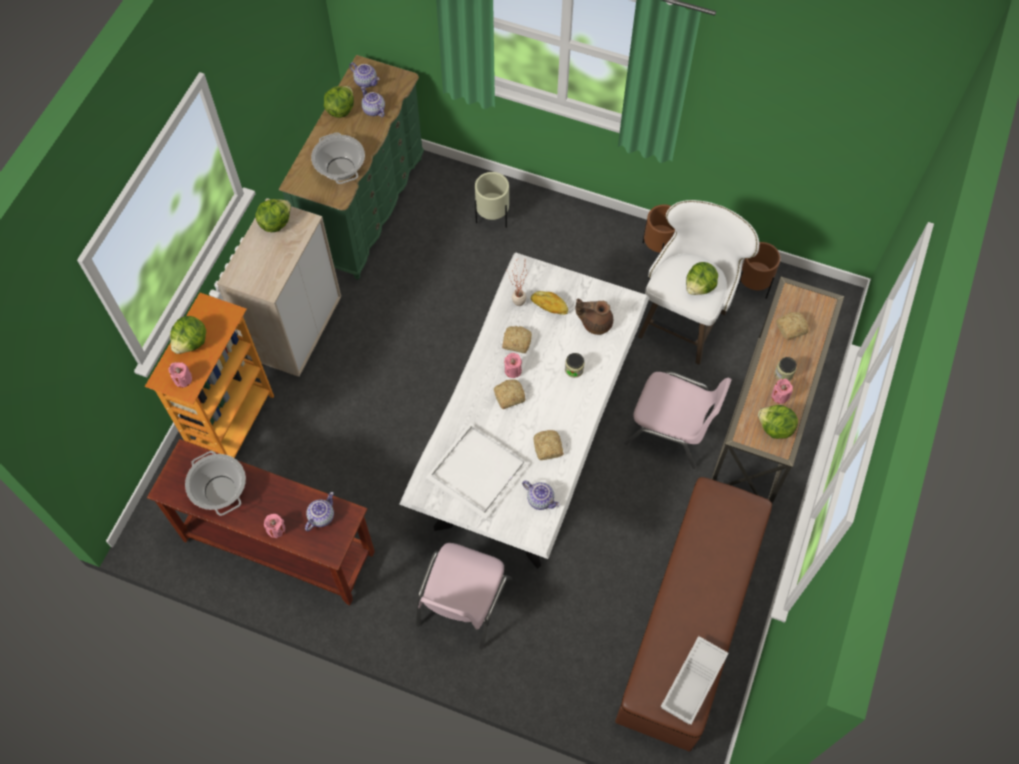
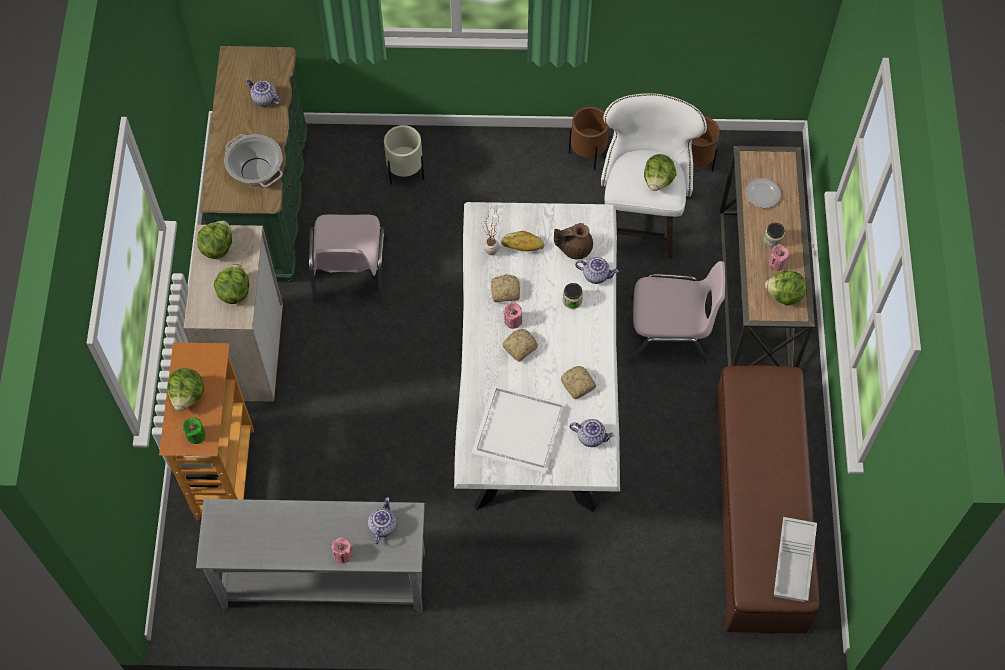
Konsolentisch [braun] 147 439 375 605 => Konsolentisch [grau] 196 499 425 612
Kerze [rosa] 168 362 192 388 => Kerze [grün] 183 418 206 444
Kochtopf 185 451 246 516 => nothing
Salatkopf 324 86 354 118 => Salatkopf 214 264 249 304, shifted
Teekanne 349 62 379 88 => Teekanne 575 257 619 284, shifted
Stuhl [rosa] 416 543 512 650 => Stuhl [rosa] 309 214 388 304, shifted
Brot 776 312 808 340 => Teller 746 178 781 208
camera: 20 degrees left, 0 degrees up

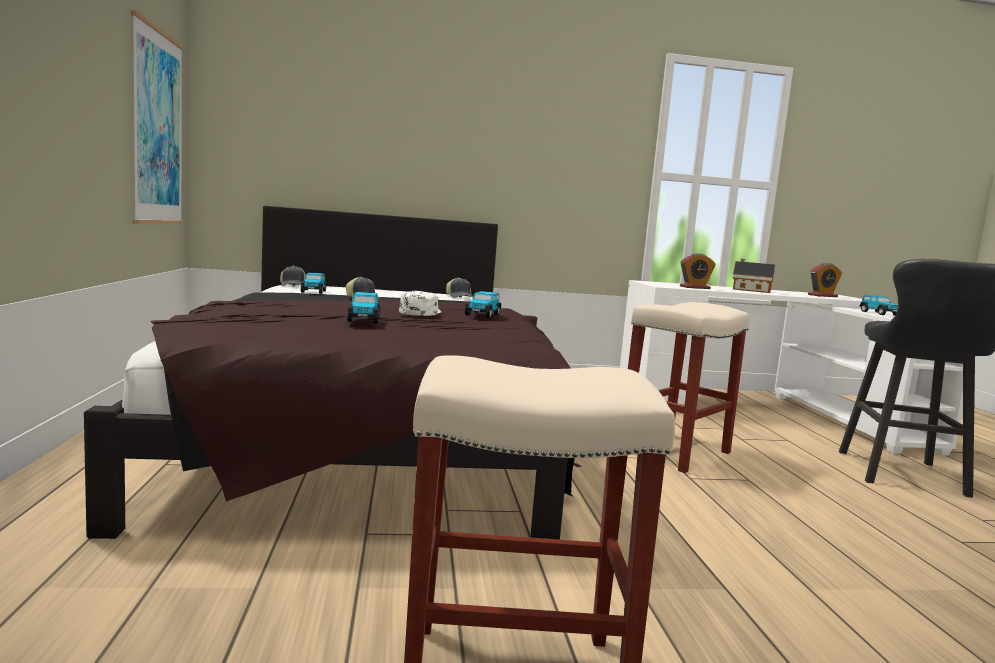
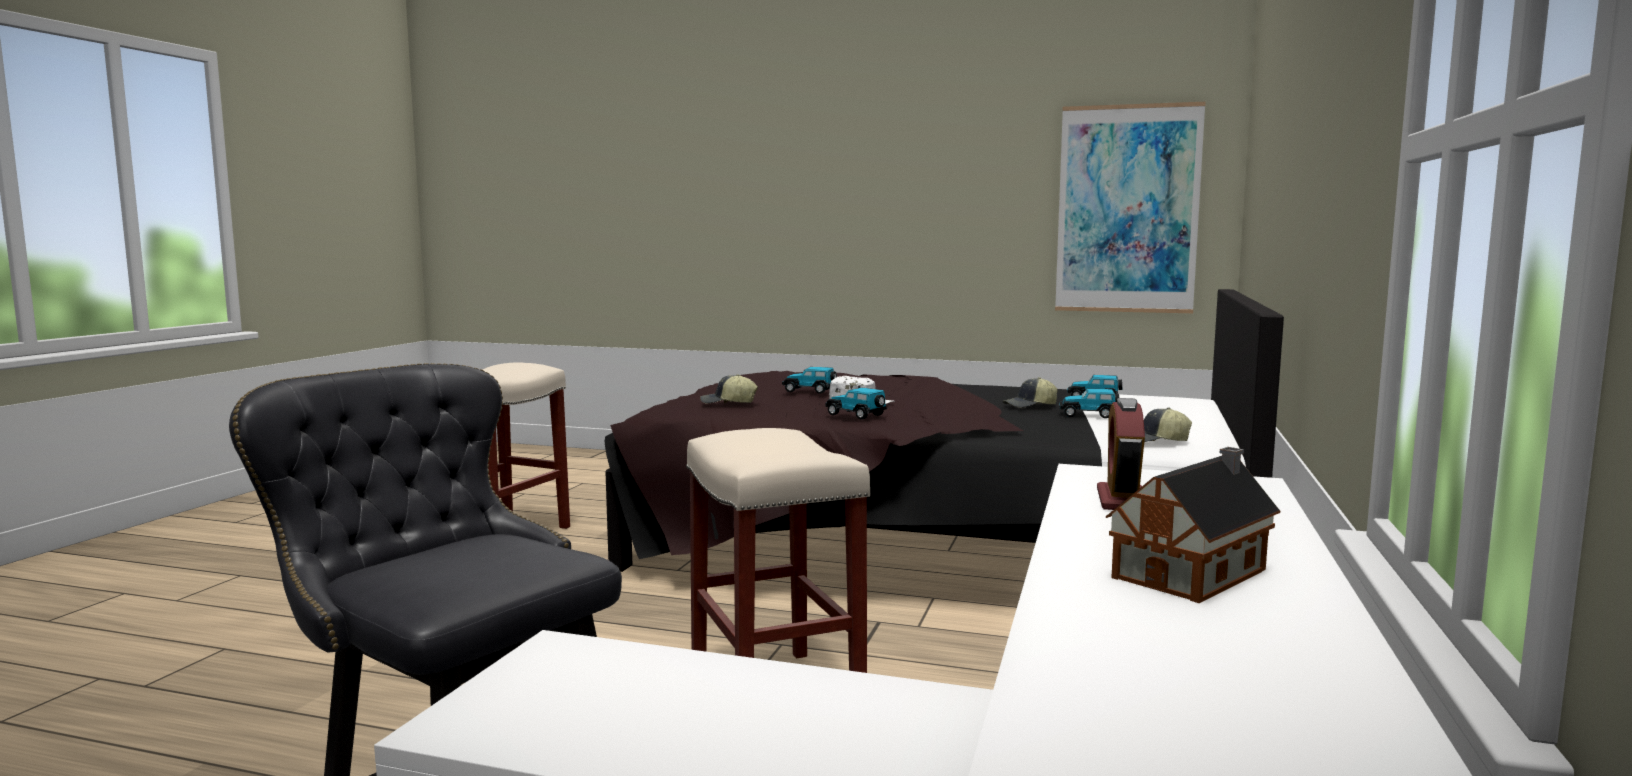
Kappe 280 266 305 286 => Kappe 700 374 758 404, shifted
Wecker 808 263 842 297 => nothing
Spielzeugauto 859 295 898 316 => Spielzeugauto 1059 389 1119 418, shifted
camera: 115 degrees right, 0 degrees up

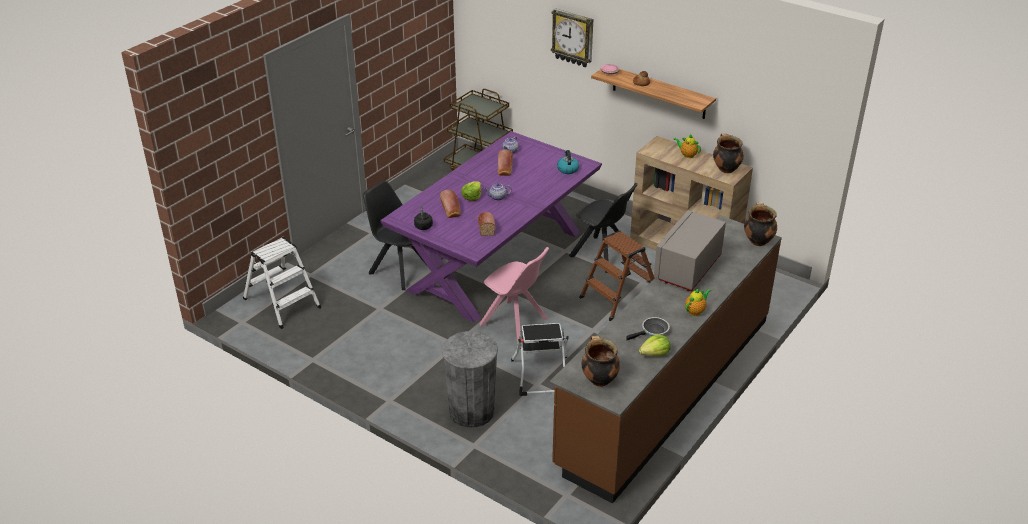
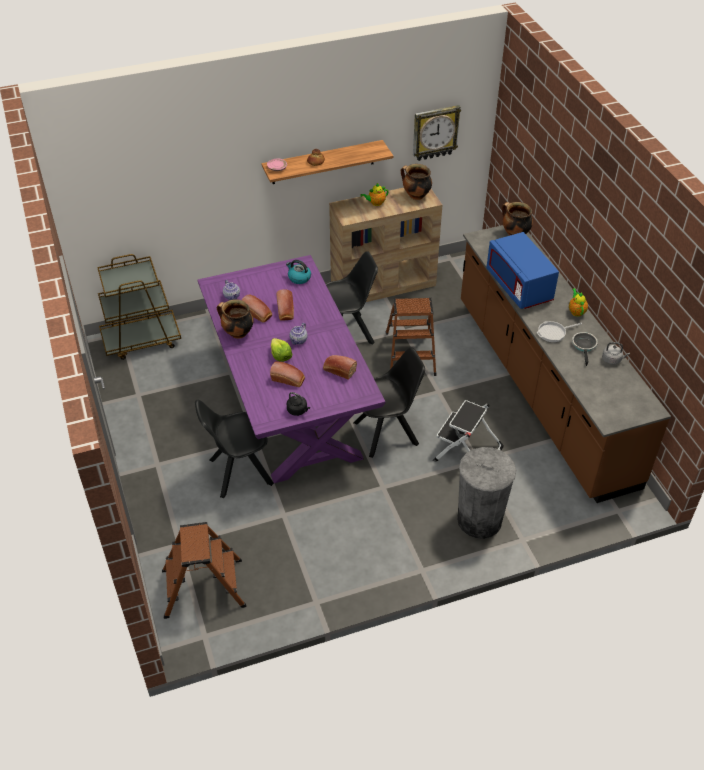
Trittleiter [weiß] 243 237 321 329 => Trittleiter [braun] 162 522 247 619
Stuhl [rosa] 479 247 549 344 => Stuhl [schwarz] 354 347 425 458
Wanduhr 551 8 593 67 => Wanduhr 413 105 461 161, shifted
Kochtopf 581 336 620 387 => Kochtopf 217 299 253 339, shifted
Salatkopf 639 334 671 357 => Wasserkessel [grau] 602 342 630 365
Mikrowelle [grau] 654 210 726 291 => Mikrowelle [blau] 486 232 559 309
nothing => Brot 277 289 294 321
nothing => Pfanne 537 321 582 342
camera: 55 degrees left, 10 degrees up

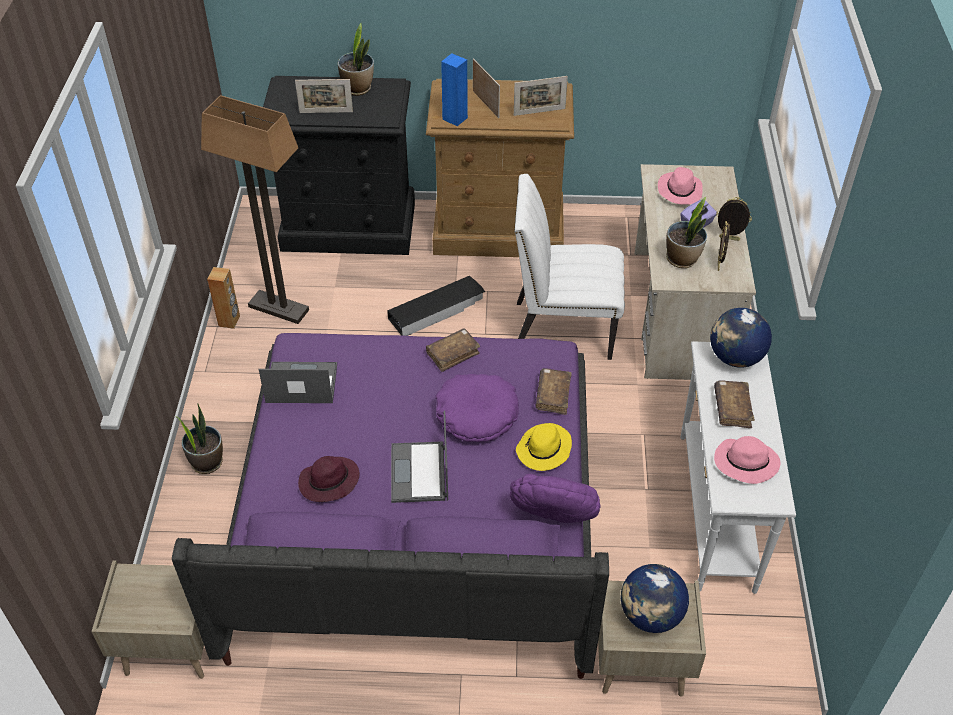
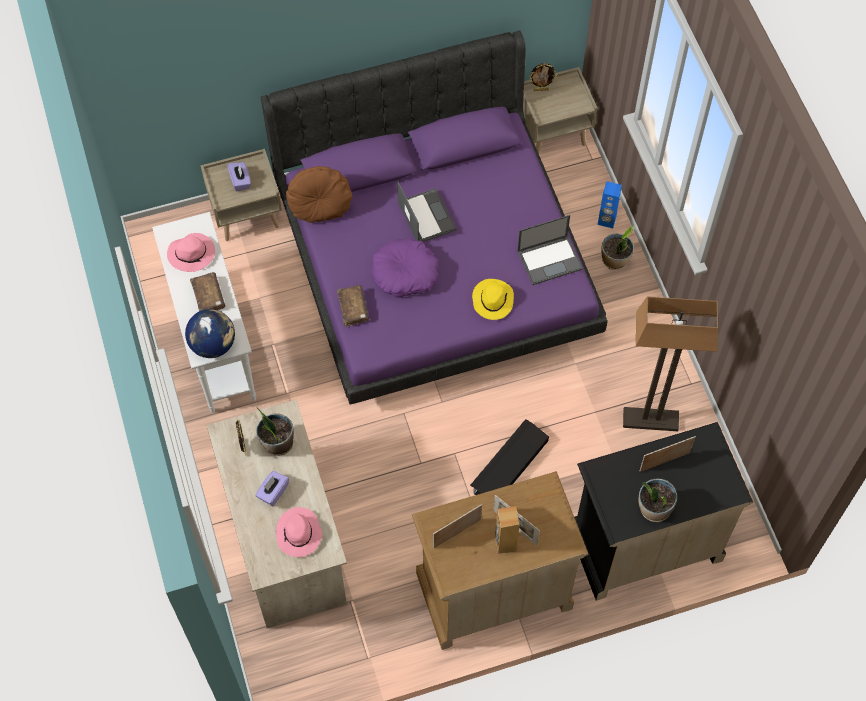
Lautsprecher [braun] 207 267 240 329 => Lautsprecher [braun] 495 506 520 554, shifted
Hut [lila] 298 456 360 502 => nothing
Buch [braun] 426 328 481 372 => nothing
Lautsprecher [blau] 441 53 468 126 => Lautsprecher [blau] 598 181 622 228, shifted
Kissen [lila] 510 474 601 523 => Kissen [braun] 286 166 353 223
Stuhl [weiß] 514 174 625 360 => nothing
Hut [gelb] 516 423 572 471 => Hut [gelb] 472 279 514 320, shifted
Globus 621 564 689 633 => Taschentuchbox [lila] 227 162 251 191
Bilderrahmen 716 197 752 241 => Bilderrahmen 529 63 557 91, shifted
camera: 160 degrees right, 15 degrees up

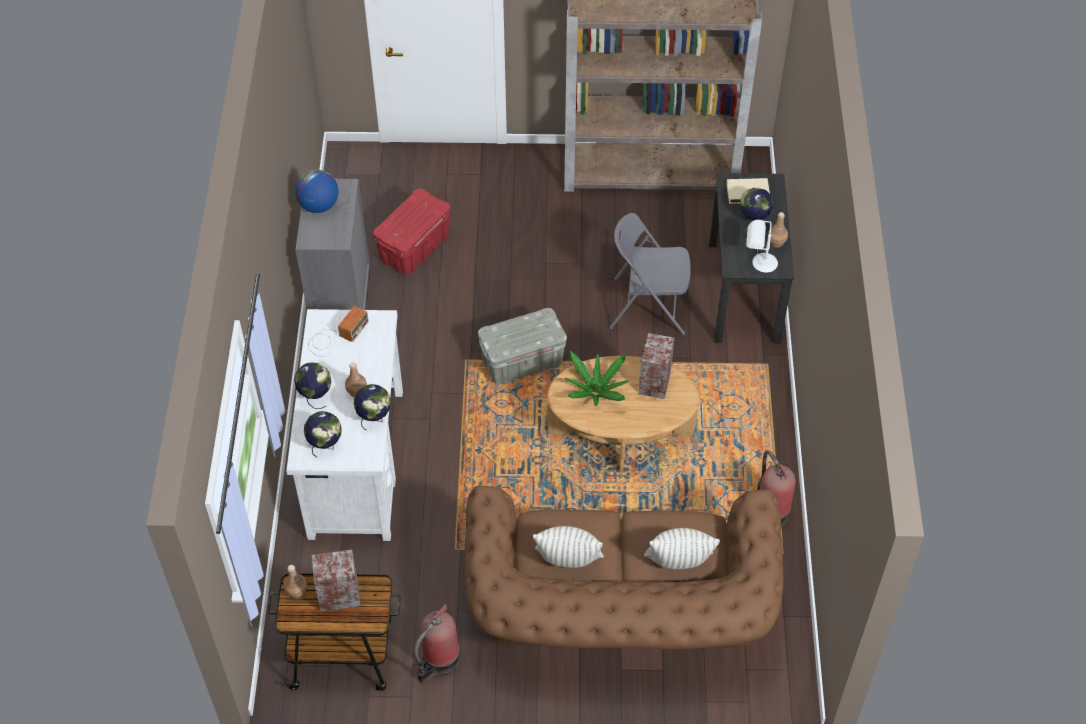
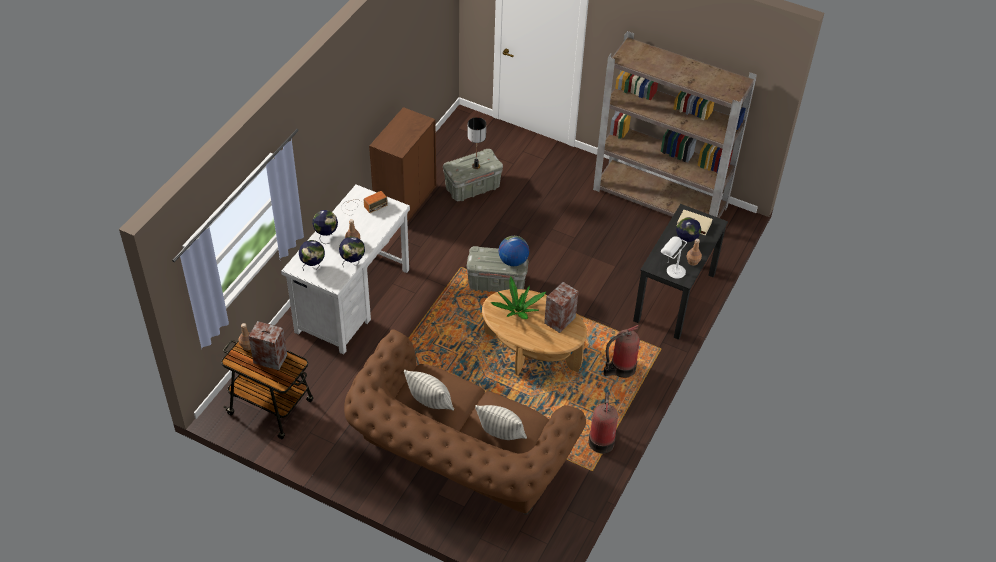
Globus 295 170 339 213 => Globus 499 236 529 266, shifted
Schrank [grau] 296 179 370 310 => Schrank [braun] 369 107 436 222
Aufbewahrungsbox [rot] 373 189 450 274 => Aufbewahrungsbox [grau] 443 149 503 201
Feuerlöscher 414 605 460 683 => Feuerlöscher 603 325 640 378, shifted
Stuhl [grau] 610 213 691 335 => nothing
nothing => Tischlampe 467 117 486 169
camera: 25 degrees right, 5 degrees down

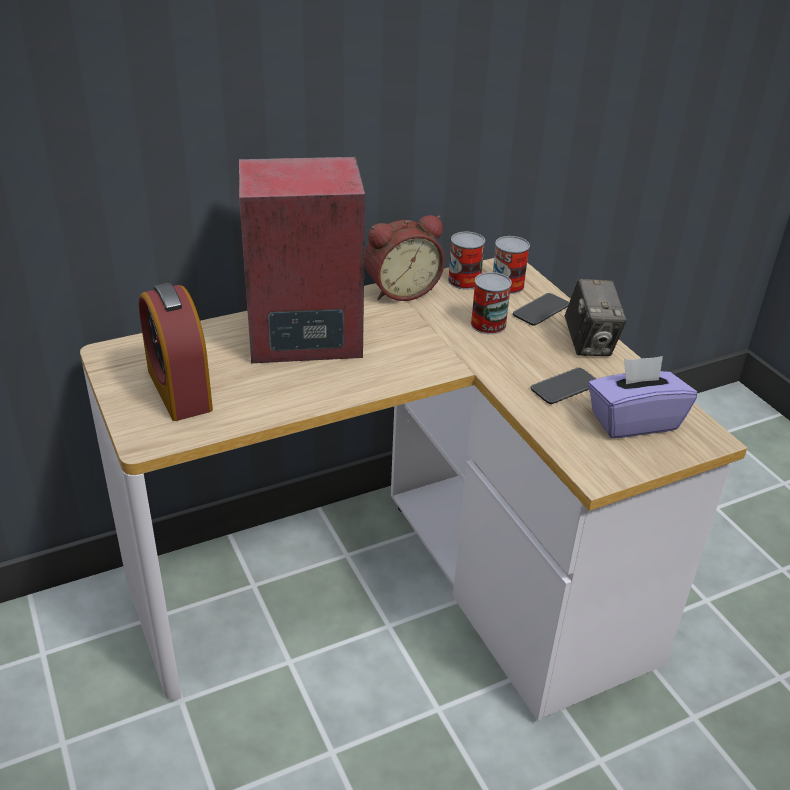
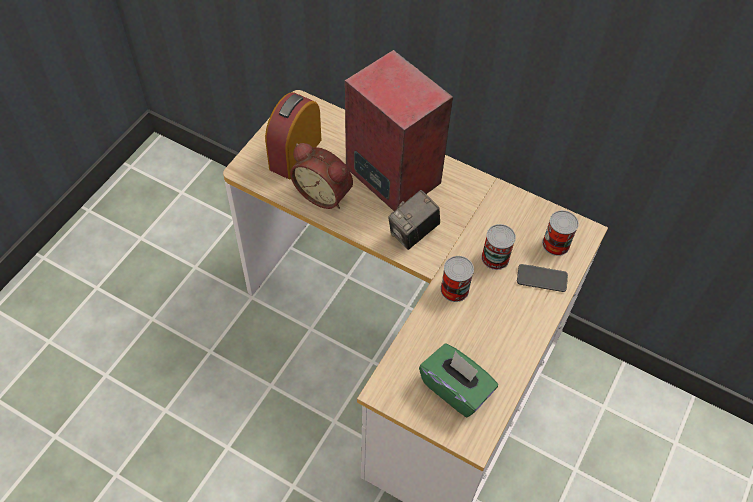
Wecker 364 215 445 301 => Wecker 290 143 353 209, shifted
Dose 448 232 485 289 => Dose 440 256 474 302, shifted
Handy 531 367 596 404 => nothing
Kamera 564 279 627 356 => Kamera 388 190 440 250, shifted
Taschentuchbox [lila] 588 356 697 438 => Taschentuchbox [grün] 419 343 498 418
camera: 55 degrees right, 20 degrees up

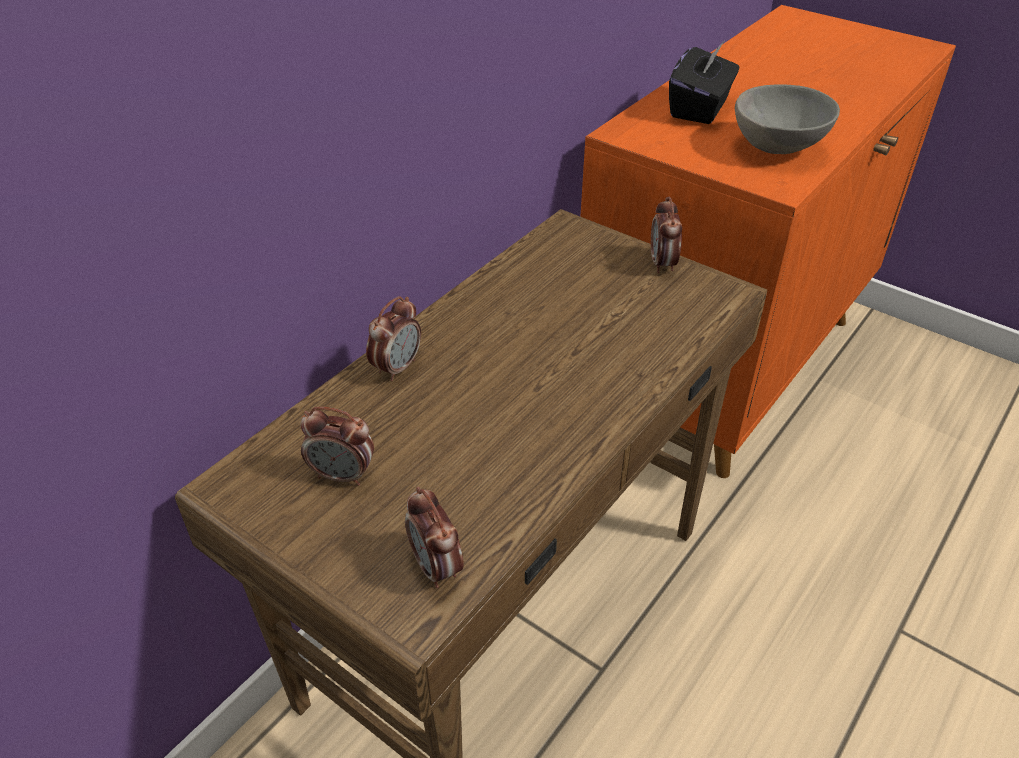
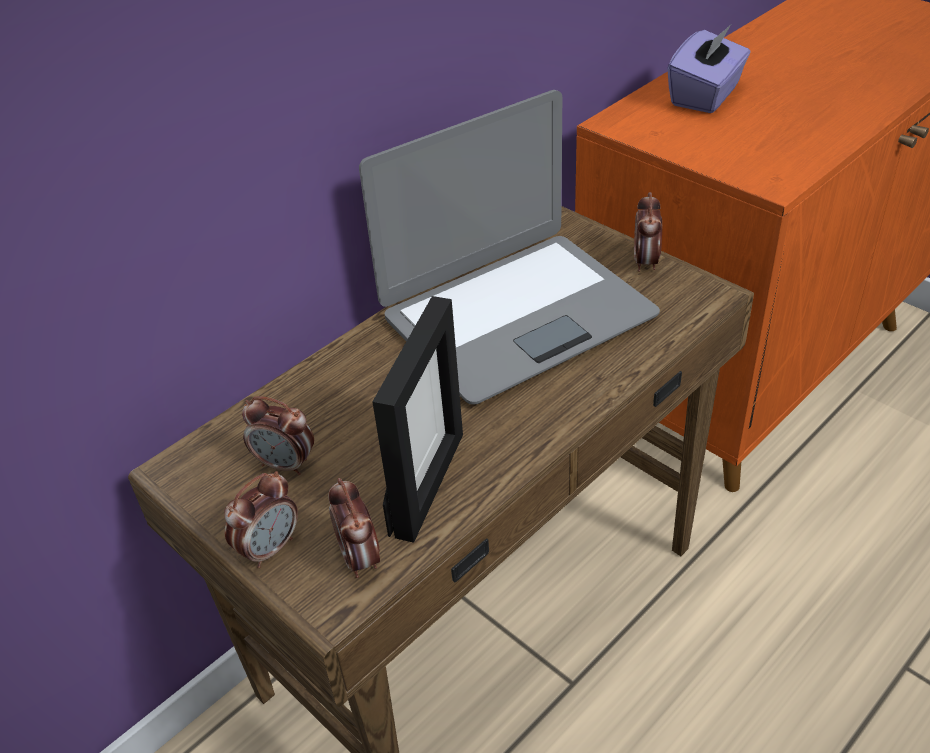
Wecker 366 296 421 382 => Wecker 224 471 298 568, shifted
Taschentuchbox [schwarz] 669 42 739 124 => Taschentuchbox [lila] 667 25 750 113
Schüssel [grau] 735 85 840 154 => nothing
nothing => Laptop 359 90 660 404
nothing => Bilderrahmen 372 296 463 543
camera: 10 degrees right, 0 degrees up

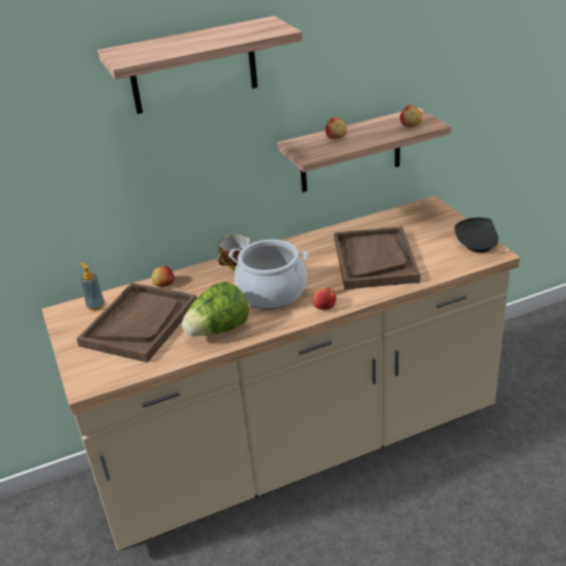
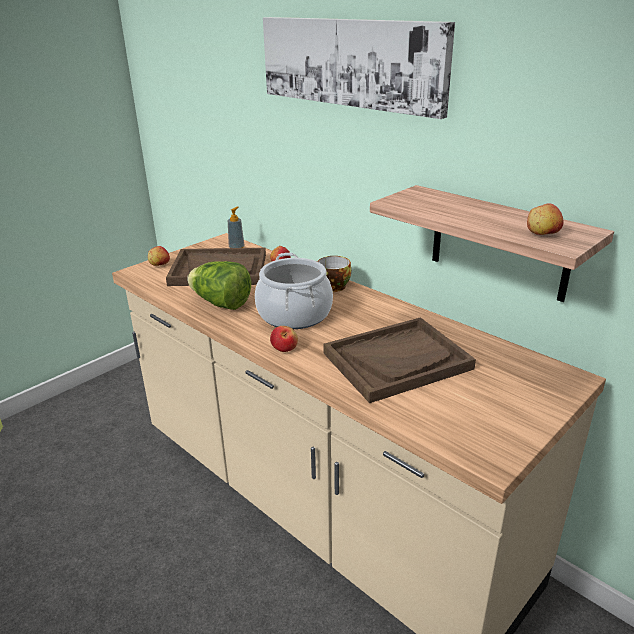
Wandregal 97 16 303 114 => Bild 263 17 455 119
Apfel 325 117 347 139 => Apfel 148 246 170 266, shifted
Teller [schwarz] 454 217 498 253 => nothing
camera: 65 degrees right, 5 degrees down

